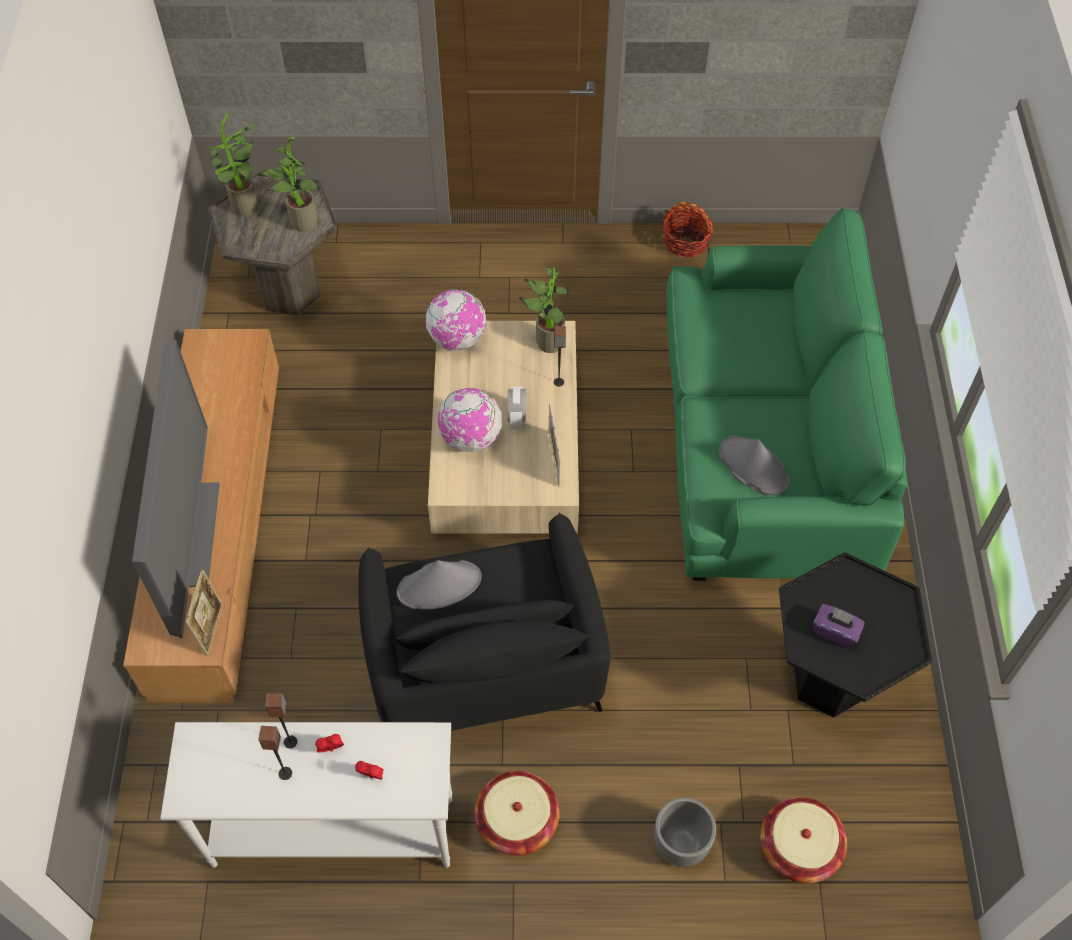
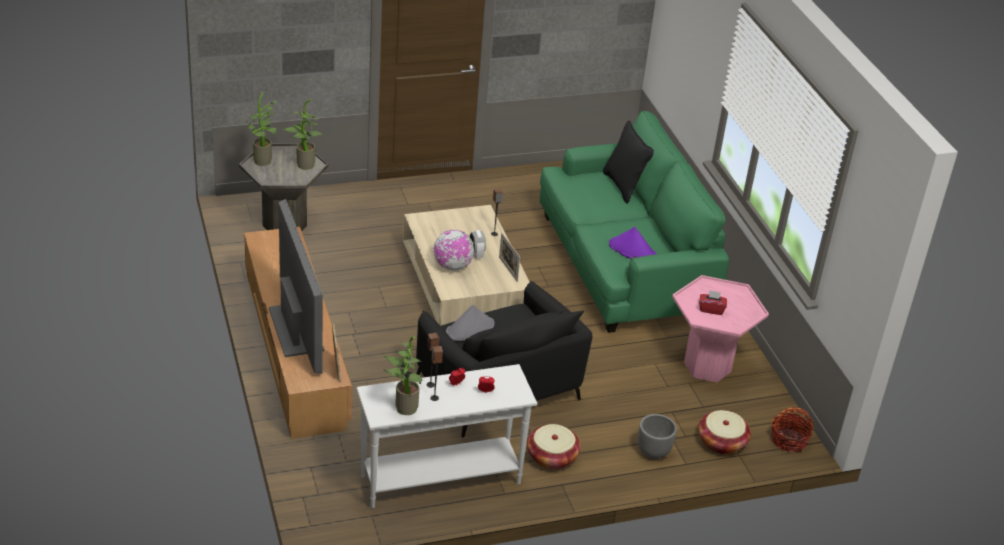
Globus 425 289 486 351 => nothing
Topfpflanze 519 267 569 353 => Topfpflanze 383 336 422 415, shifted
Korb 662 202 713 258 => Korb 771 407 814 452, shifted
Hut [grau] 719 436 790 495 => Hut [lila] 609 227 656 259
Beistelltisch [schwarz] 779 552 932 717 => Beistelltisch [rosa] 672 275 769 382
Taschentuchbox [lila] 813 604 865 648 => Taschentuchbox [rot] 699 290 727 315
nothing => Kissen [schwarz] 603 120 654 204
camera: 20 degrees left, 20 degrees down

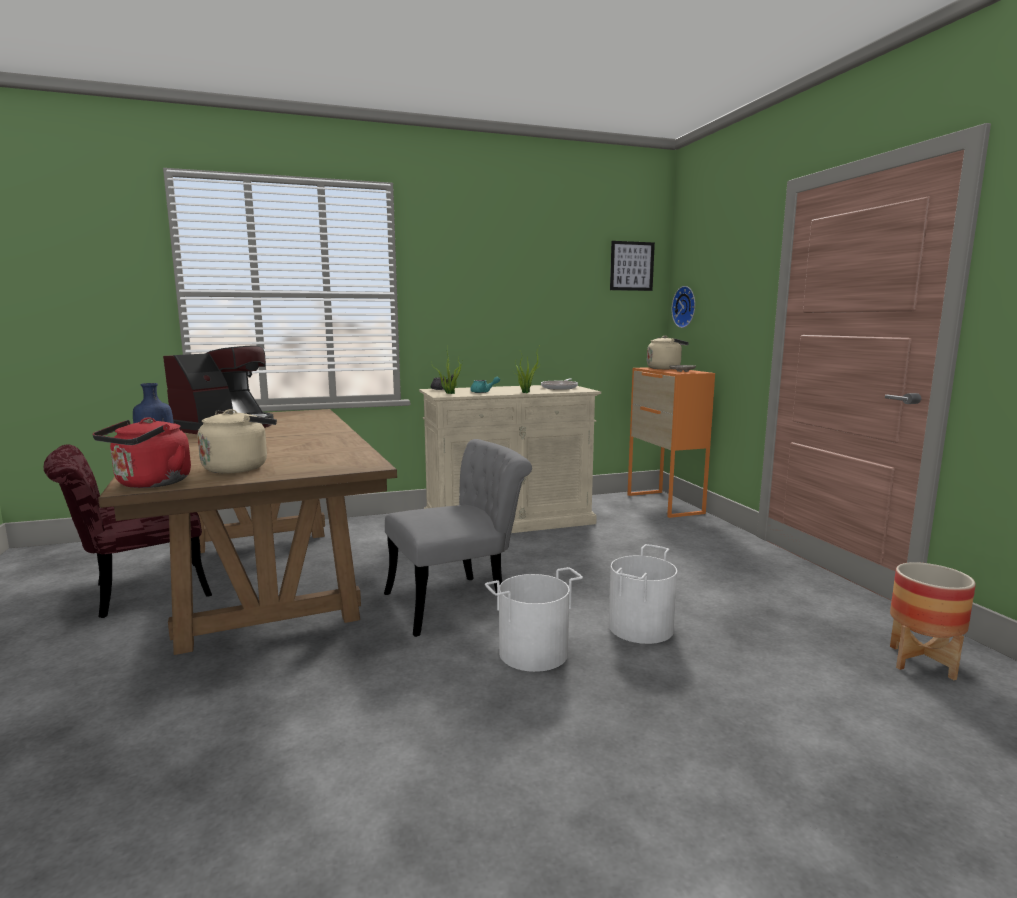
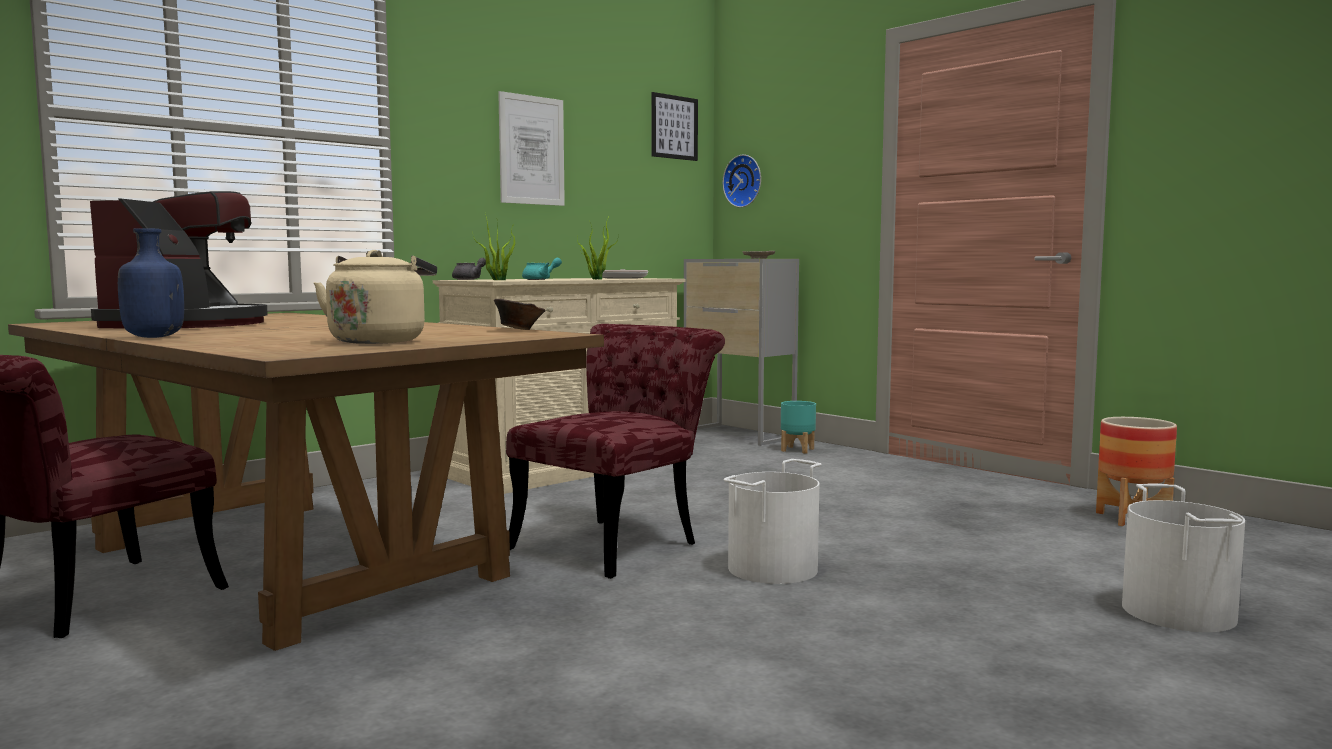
Wasserkessel [rot] 92 417 191 488 => nothing
Stuhl [grau] 384 439 532 637 => Stuhl [rot] 506 324 725 579
Eimer [weiß] 609 544 677 644 => Eimer [weiß] 1122 484 1245 632, shifted
Schrank [orange] 627 367 715 518 => Schrank [grau] 684 259 799 446
Wasserkessel [beige] 647 336 689 369 => nothing
nothing => Schüssel [braun] 494 299 546 330
nothing => Bild 498 91 565 206
nothing => Pflanzkübel [türkis] 781 401 816 454
camera: 25 degrees left, 5 degrees down

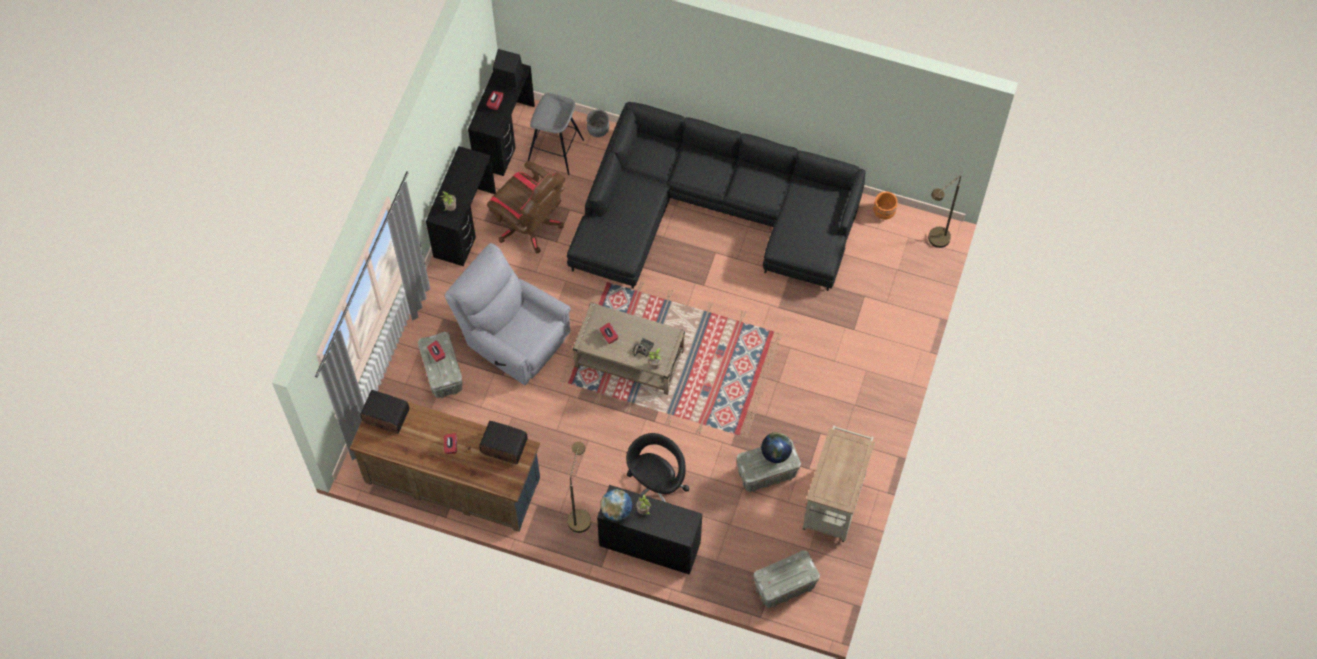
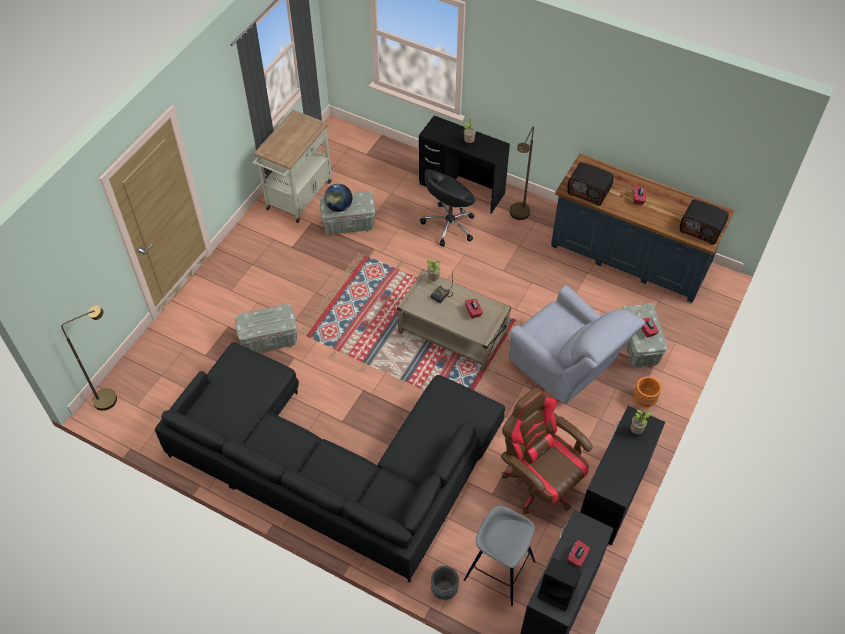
Globus 601 489 632 521 => nothing
Aufbewahrungsbox [grau] 754 550 820 608 => Aufbewahrungsbox [grau] 235 304 297 353, shifted
Pflanzkübel [orange] 873 192 898 220 => Pflanzkübel [orange] 634 376 661 407, shifted
camera: 170 degrees left, 10 degrees down

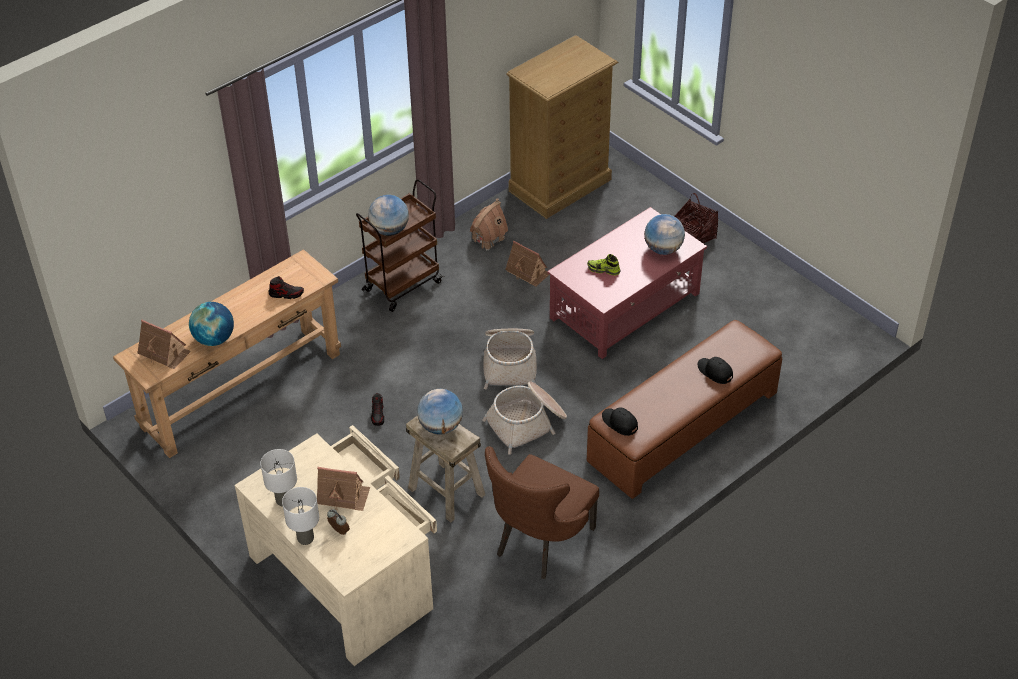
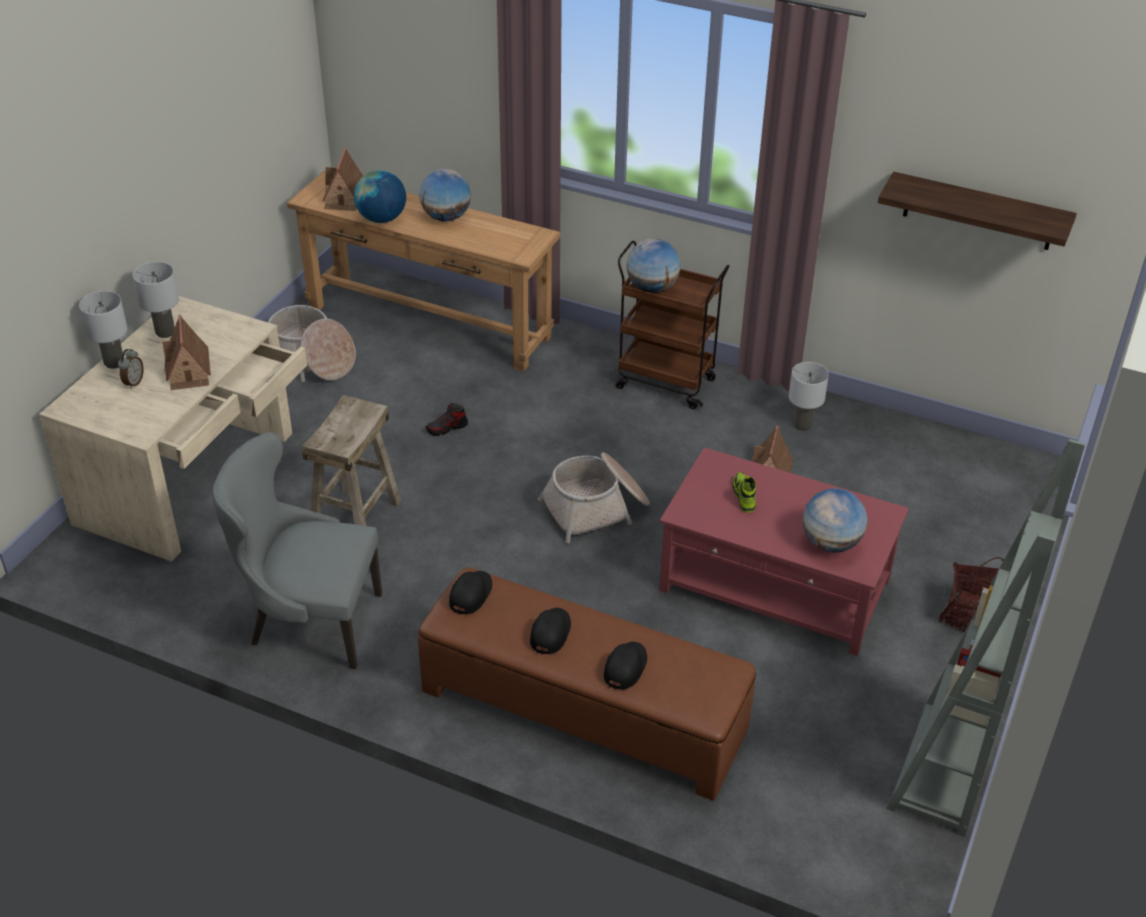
Schuh 269 276 304 299 => nothing
Globus 417 389 463 435 => Globus 419 169 471 222, shifted
Spielzeughaus 470 199 508 250 => Tischlampe [weiß] 789 362 829 431
Korb 482 381 567 455 => Korb 268 305 356 382, shifted
Stuhl [braun] 485 446 599 579 => Stuhl [grau] 212 432 382 669
Kommode [braun] 506 35 618 219 => nothing
nothing => Kappe [schwarz] 530 608 571 654
nothing => Wandregal 878 172 1077 250
nothing => Bücherregal [grau] 886 439 1086 837
camera: 65 degrees right, 5 degrees down

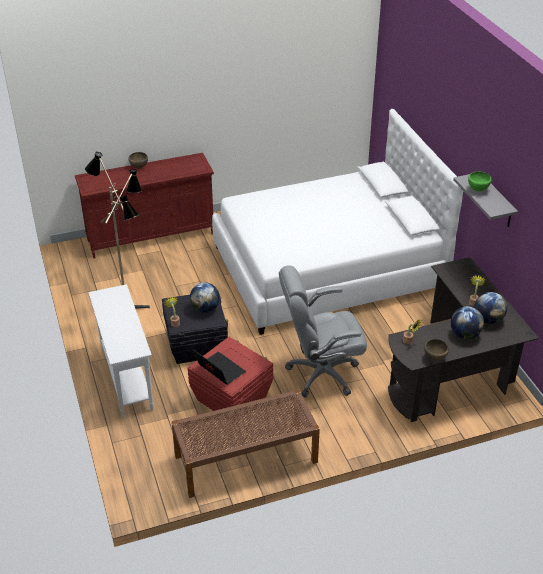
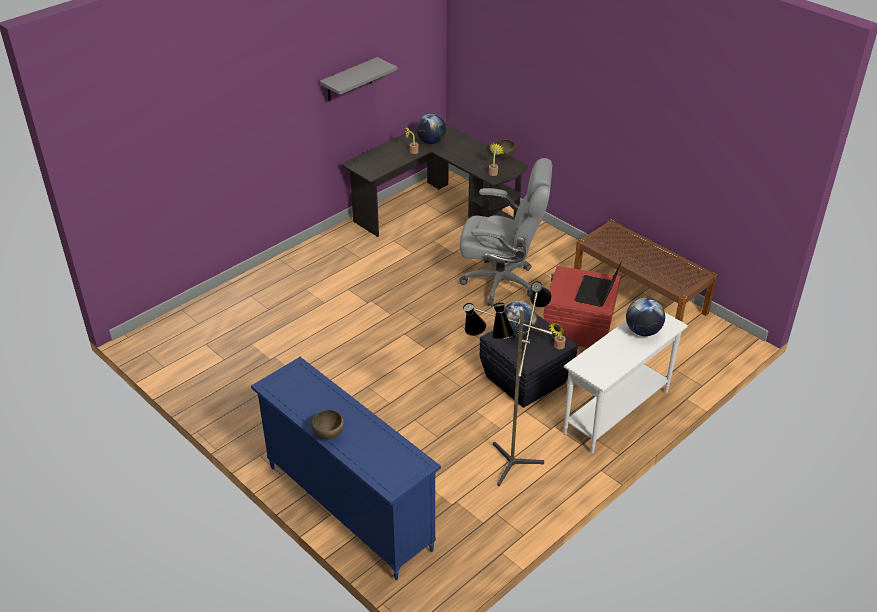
Kommode [rot] 75 153 214 259 => Kommode [blau] 251 357 441 580
Bett [weiß] 212 109 463 335 => nothing
Bürostuhl [grau] 279 265 367 398 => Bürostuhl [grau] 459 158 553 306, 45 degrees counterclockwise
Globus 451 306 484 339 => Globus 626 298 665 336, shifted
Schüssel [grün] 468 171 492 191 => nothing
camera: 115 degrees left, 0 degrees up

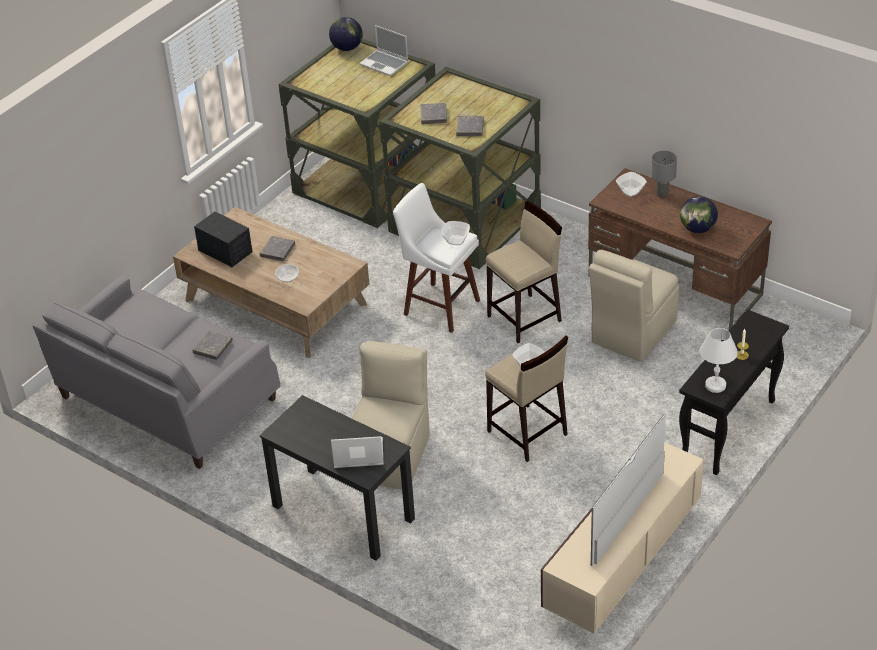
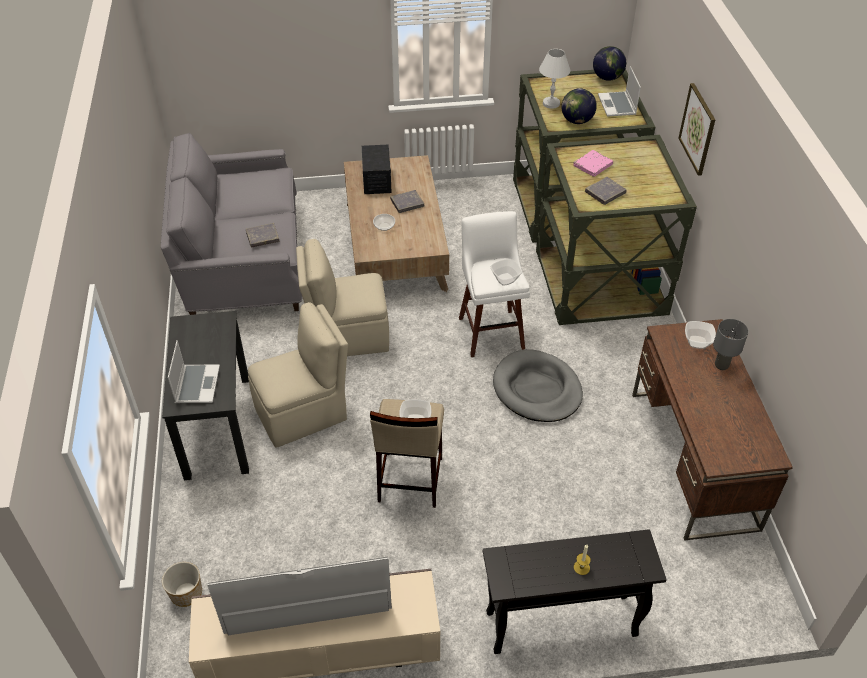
Laptop 331 436 384 468 => Laptop 168 340 220 403, 45 degrees clockwise
Buch [grau] 420 103 447 124 => Buch [rosa] 573 150 613 177
Hocker [beige] 486 201 562 343 => Hundebett [grau] 493 349 583 422
Stuhl [beige] 589 250 679 362 => Stuhl [beige] 296 239 389 356, shifted
Globus 680 196 718 233 => Globus 561 88 597 124, shifted
Tischlampe [weiß] 700 328 738 393 => Tischlampe [weiß] 539 49 570 109, shifted
nothing => Pflanzkübel 162 562 202 607
nothing => Bild 678 83 715 176
camera: 45 degrees right, 5 degrees up

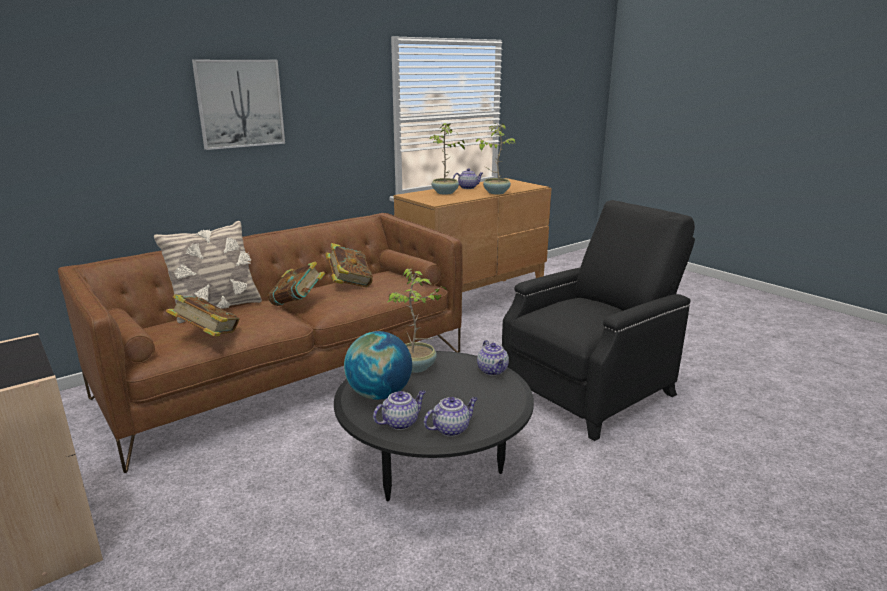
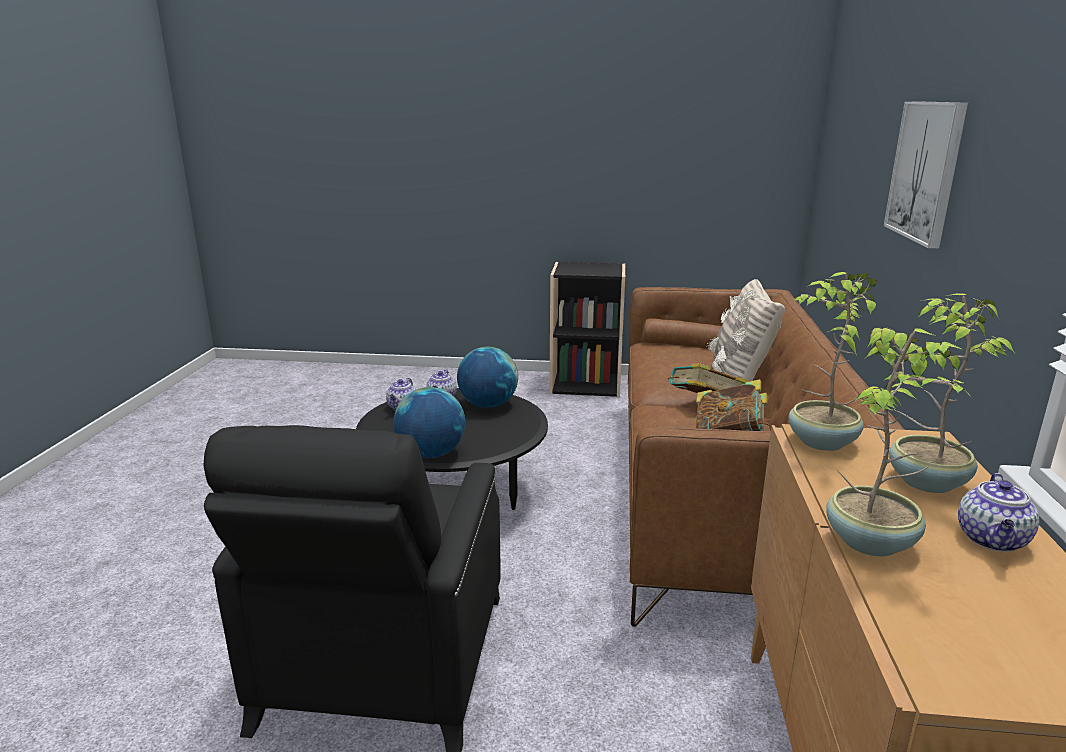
Buch 166 295 239 337 => nothing
Topfpflanze 388 269 446 373 => Topfpflanze 788 272 877 451, shifted
Teekanne 477 340 509 376 => Globus 393 387 465 458
camera: 135 degrees right, 0 degrees up

